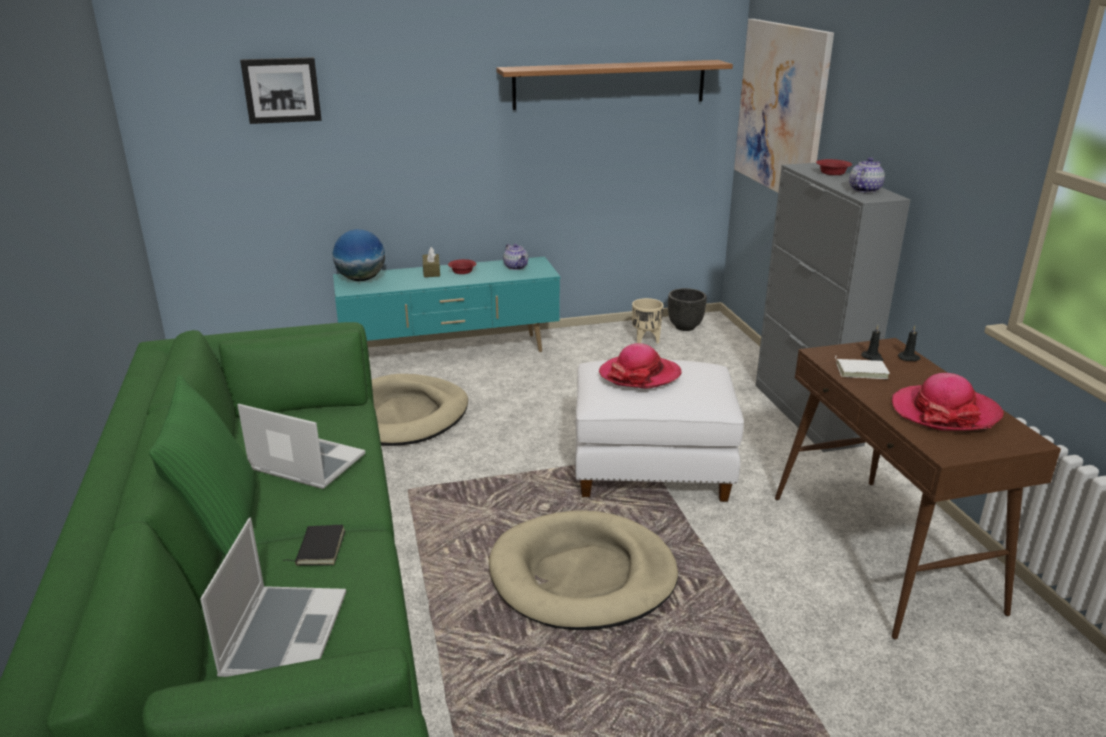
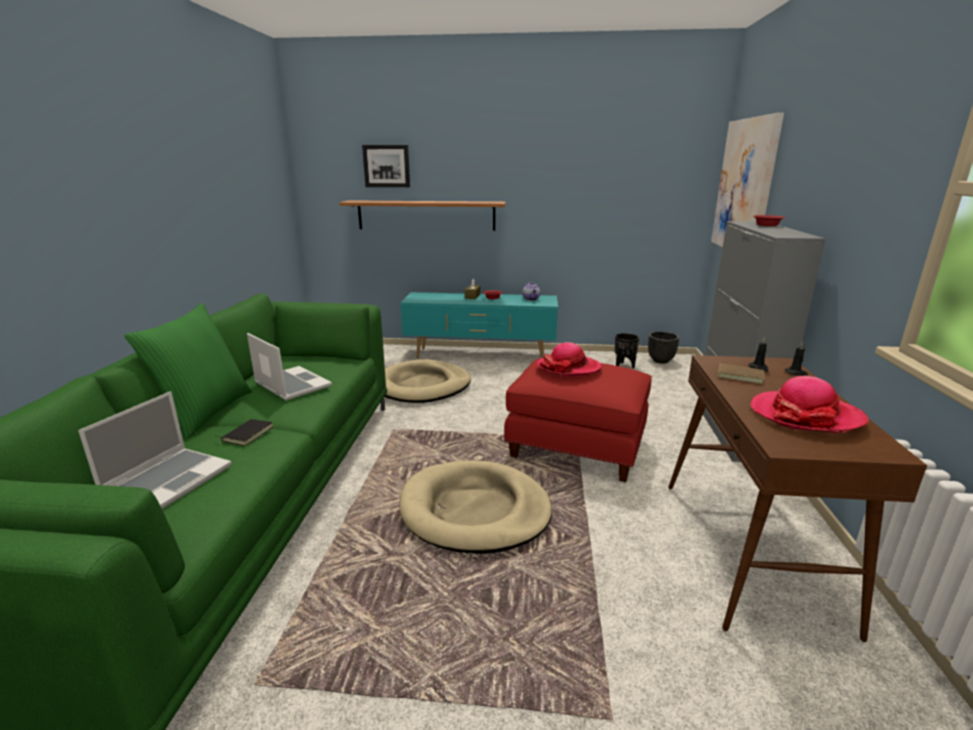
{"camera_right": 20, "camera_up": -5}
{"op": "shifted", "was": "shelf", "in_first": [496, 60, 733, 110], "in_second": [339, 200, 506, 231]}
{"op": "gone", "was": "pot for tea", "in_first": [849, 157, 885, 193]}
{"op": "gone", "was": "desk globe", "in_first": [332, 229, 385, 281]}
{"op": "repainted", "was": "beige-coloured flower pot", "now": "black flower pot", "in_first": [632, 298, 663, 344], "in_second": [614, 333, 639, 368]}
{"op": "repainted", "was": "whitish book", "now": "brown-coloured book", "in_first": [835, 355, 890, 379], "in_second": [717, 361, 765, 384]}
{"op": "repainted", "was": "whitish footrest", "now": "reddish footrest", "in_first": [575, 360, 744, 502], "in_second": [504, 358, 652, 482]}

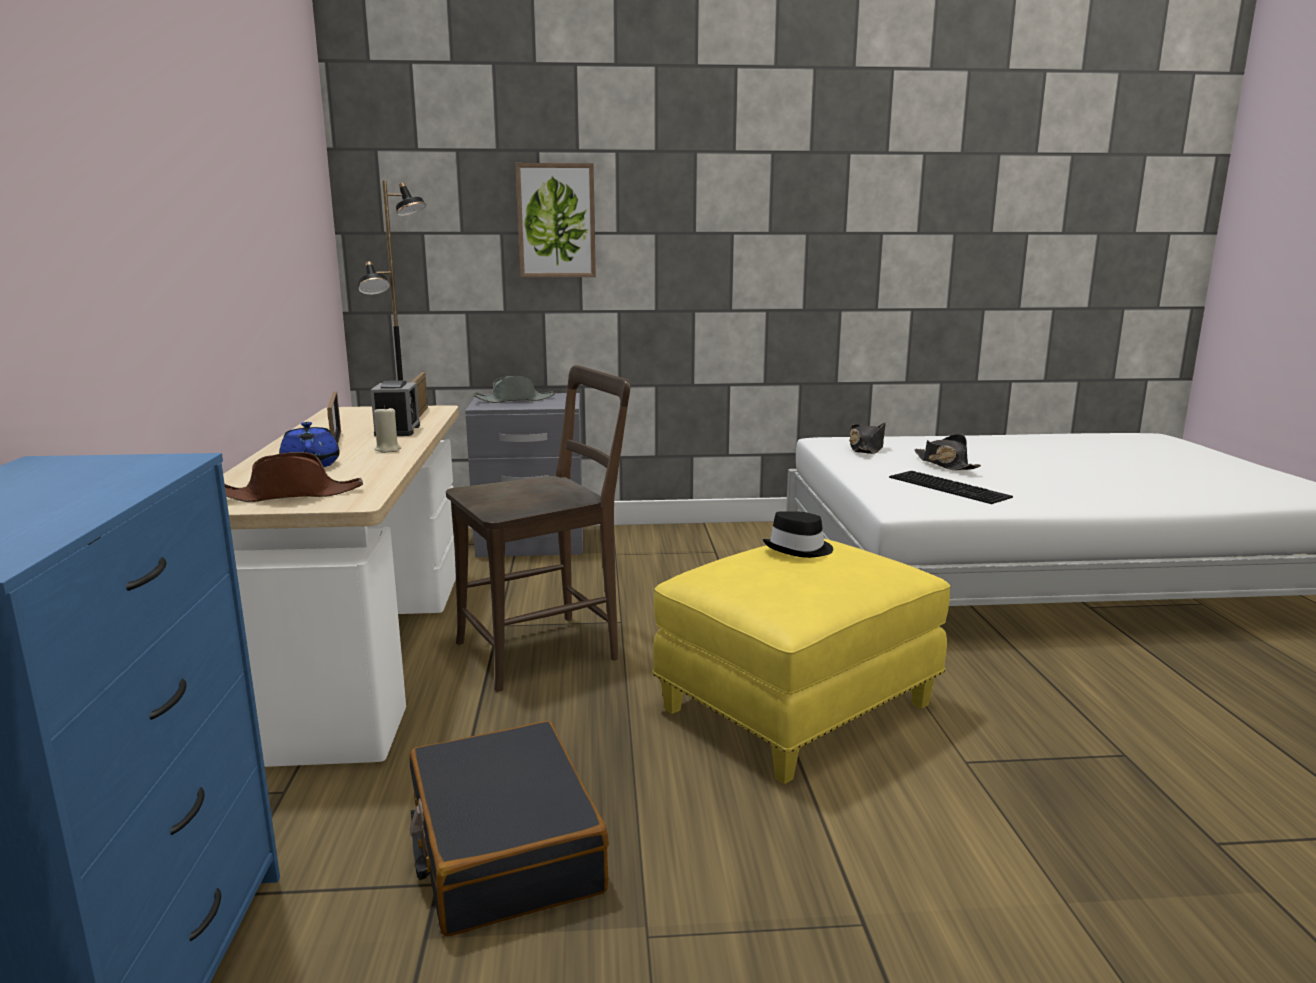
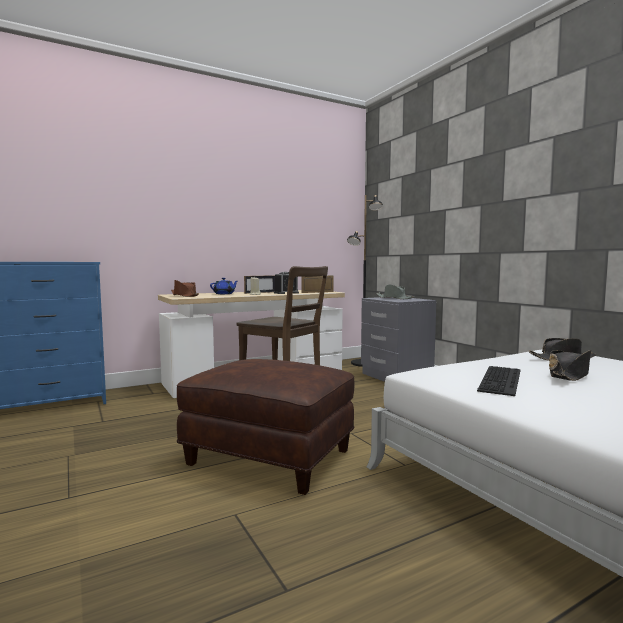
{"camera_right": 65, "camera_up": -10}
{"op": "gone", "was": "wall art", "in_first": [515, 163, 596, 277]}
{"op": "gone", "was": "black wearable hat", "in_first": [763, 511, 833, 558]}
{"op": "repainted", "was": "yellow footrest", "now": "brown-coloured footrest", "in_first": [653, 539, 950, 784], "in_second": [177, 359, 354, 495]}
{"op": "gone", "was": "black suitcase", "in_first": [410, 721, 609, 937]}

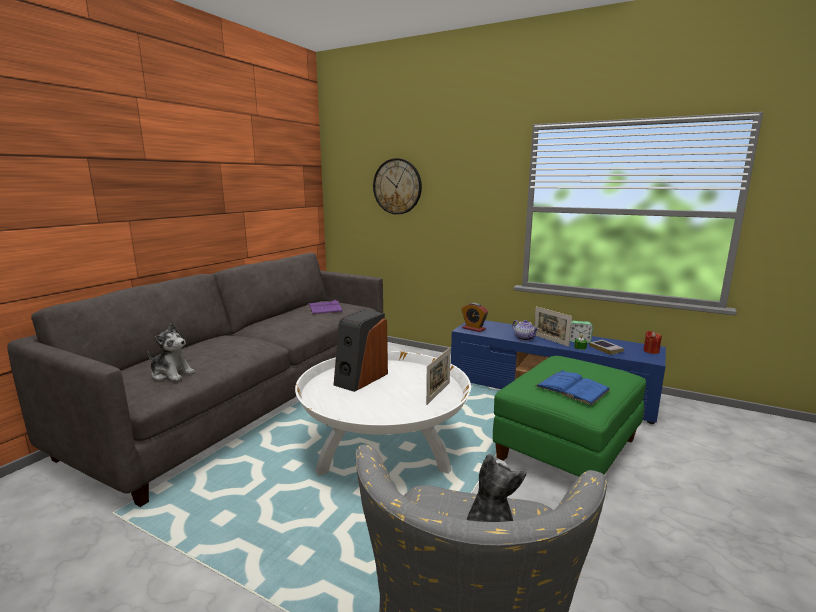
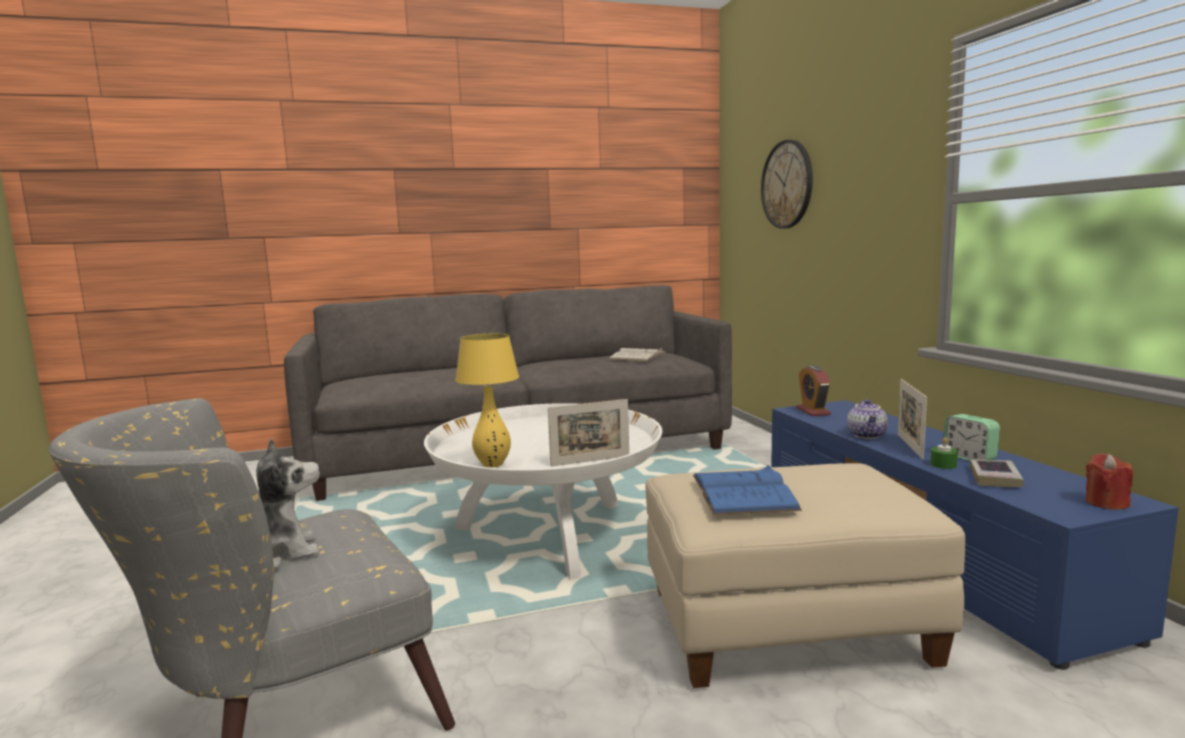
{"camera_right": 45, "camera_up": -5}
{"op": "repainted", "was": "purplish book", "now": "whitish book", "in_first": [308, 299, 343, 315], "in_second": [608, 347, 667, 362]}
{"op": "gone", "was": "speaker", "in_first": [334, 309, 388, 392]}
{"op": "gone", "was": "soft toy", "in_first": [148, 323, 195, 381]}
{"op": "repainted", "was": "green-coloured footrest", "now": "beige-coloured footrest", "in_first": [493, 356, 646, 476], "in_second": [646, 463, 966, 688]}
{"op": "new", "now": "yellow lamp for a table", "in_second": [455, 334, 519, 468]}

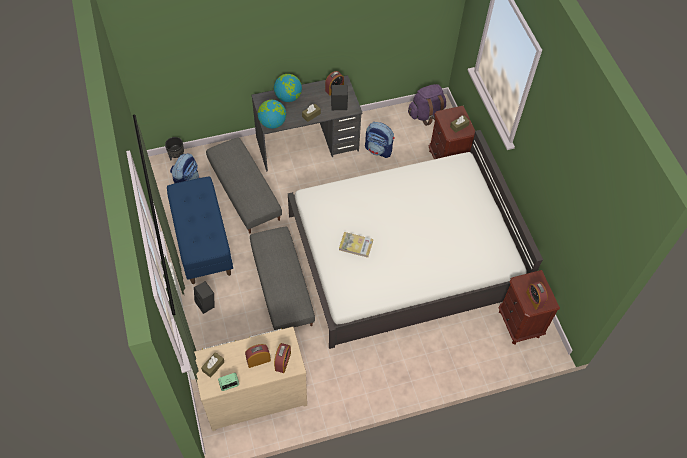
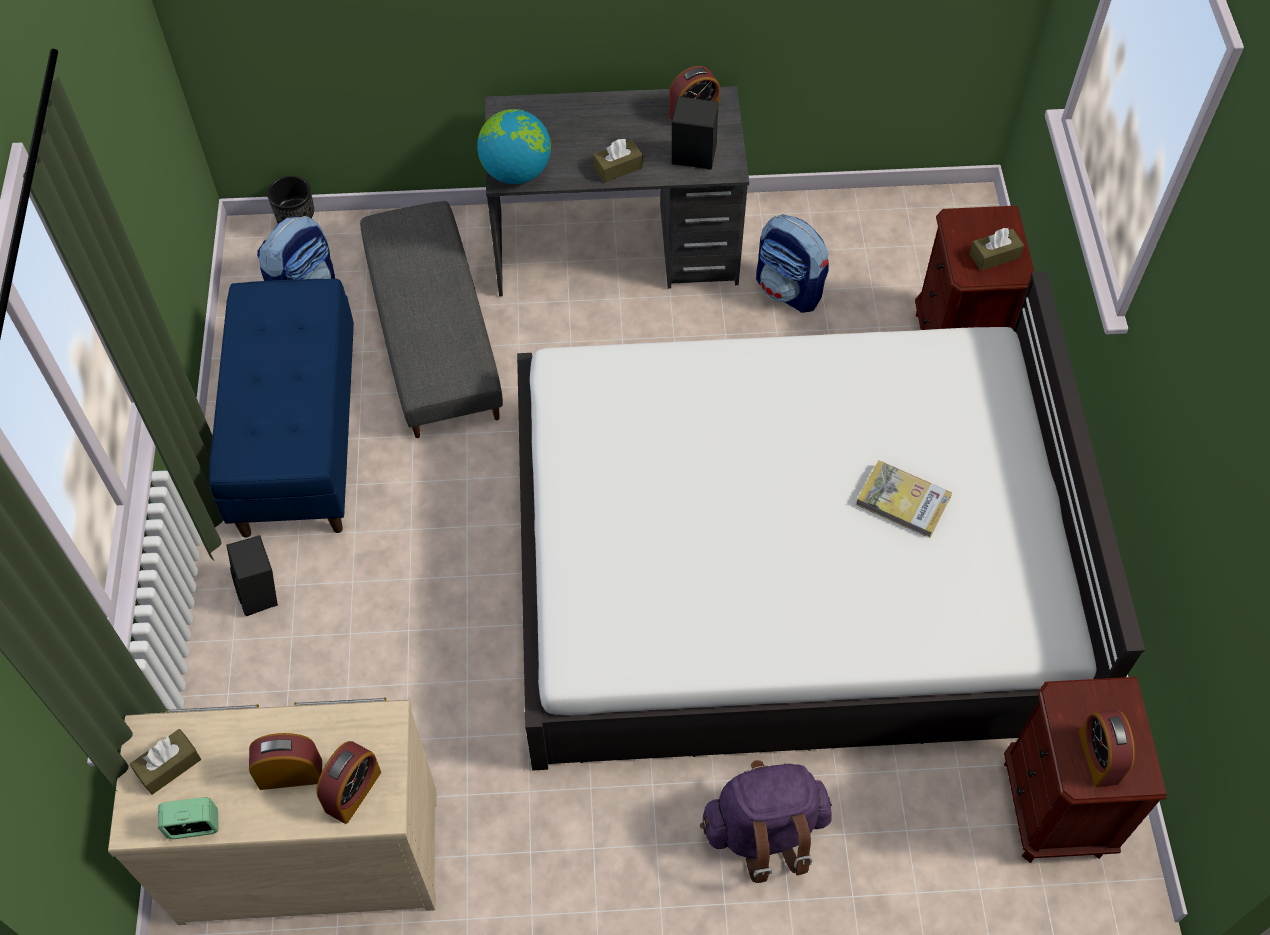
{"camera_right": 15, "camera_up": 0}
{"op": "gone", "was": "desk globe", "in_first": [274, 74, 302, 102]}
{"op": "shifted", "was": "purplish backpack", "in_first": [408, 84, 446, 126], "in_second": [700, 760, 832, 883]}
{"op": "gone", "was": "gray footrest", "in_first": [250, 226, 315, 330]}
{"op": "shifted", "was": "book", "in_first": [339, 232, 373, 258], "in_second": [856, 460, 952, 538]}

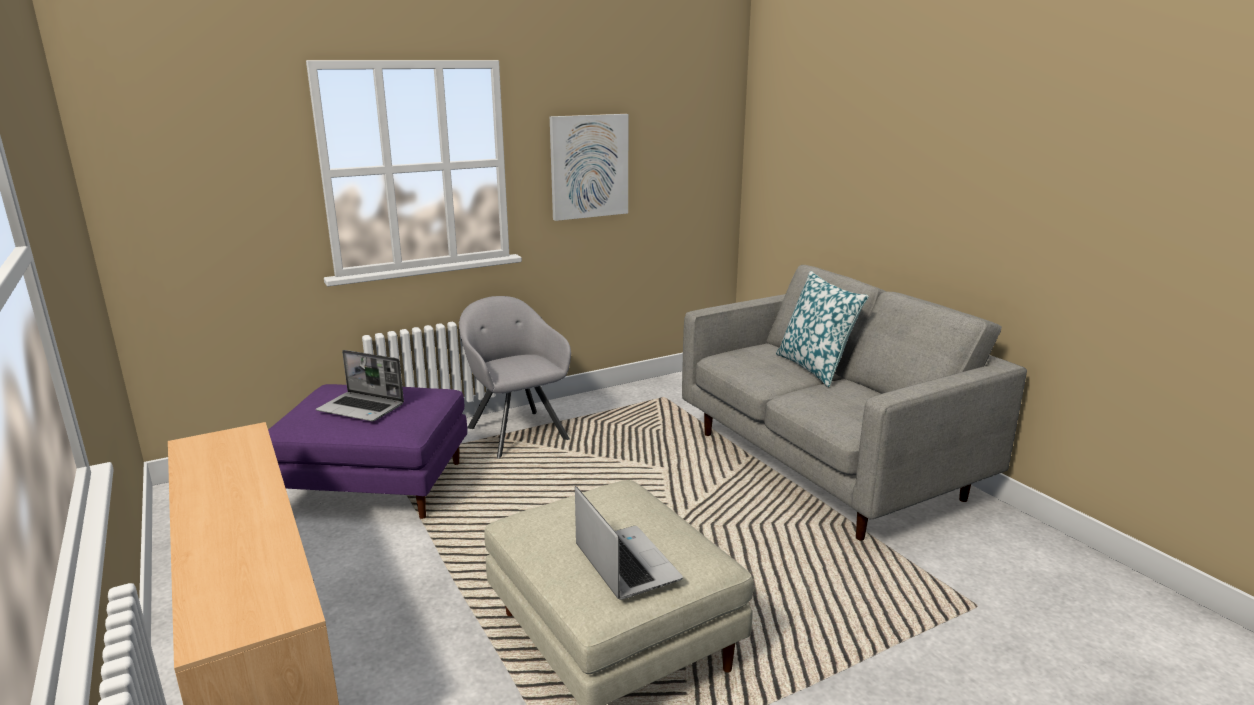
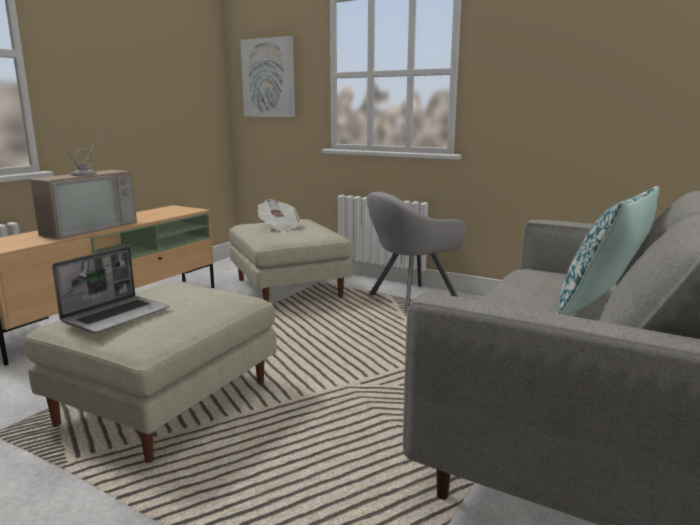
{"camera_right": 60, "camera_up": -5}
{"op": "shifted", "was": "wall art", "in_first": [550, 114, 628, 221], "in_second": [240, 36, 295, 117]}
{"op": "rotated", "was": "gray lounge chair", "in_first": [459, 296, 571, 458], "in_second": [367, 192, 466, 314], "clockwise": -150}
{"op": "swapped", "was": "notebook computer", "now": "daily paper", "in_first": [316, 350, 404, 421], "in_second": [257, 199, 301, 232]}
{"op": "repainted", "was": "purplish footrest", "now": "beige-coloured footrest", "in_first": [268, 384, 467, 519], "in_second": [229, 219, 352, 302]}
{"op": "new", "now": "television", "in_second": [30, 126, 137, 239]}

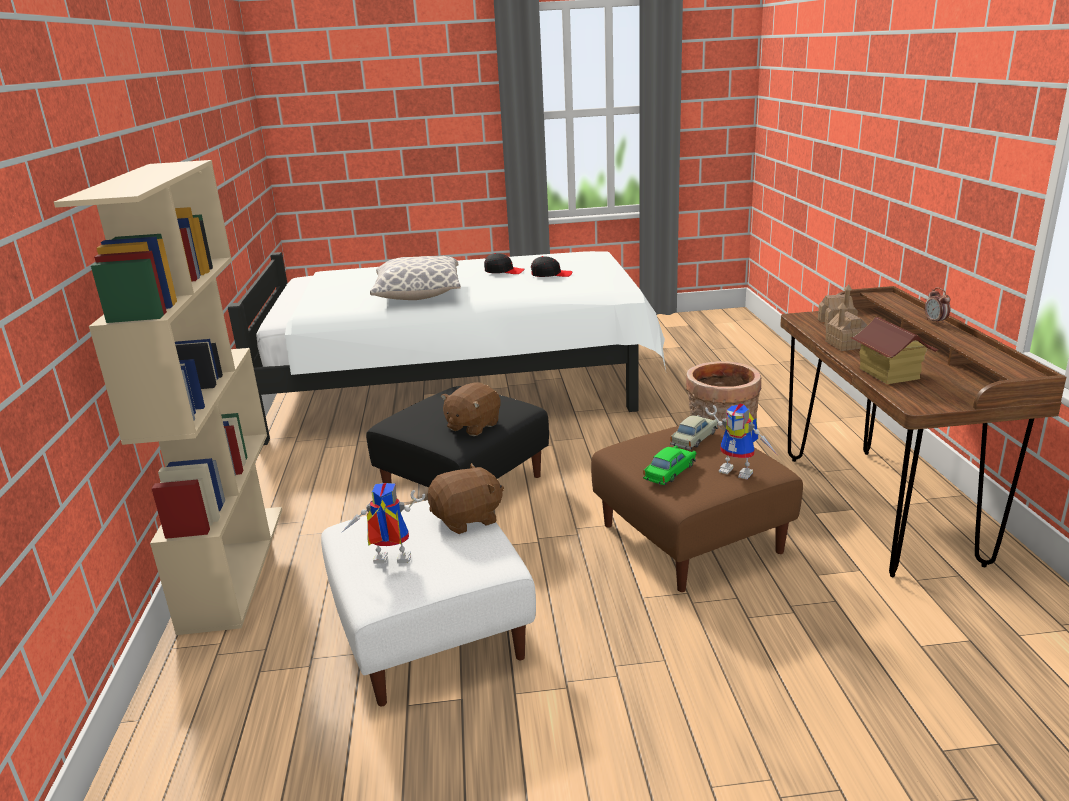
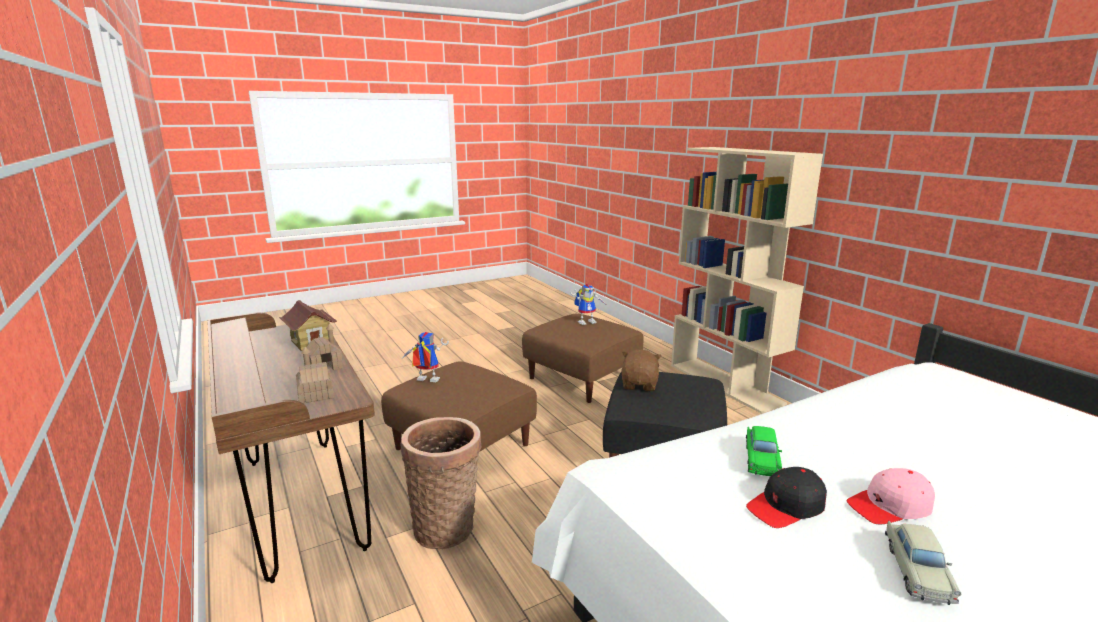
{"camera_right": 155, "camera_up": -5}
{"op": "repainted", "was": "black peaked cap", "now": "pink-coloured peaked cap", "in_first": [484, 253, 525, 274], "in_second": [847, 468, 935, 524]}
{"op": "gone", "was": "pillow", "in_first": [370, 256, 461, 300]}
{"op": "gone", "was": "alarm clock", "in_first": [925, 287, 950, 325]}
{"op": "shifted", "was": "beige-coloured model car", "in_first": [670, 415, 718, 450], "in_second": [885, 521, 961, 605]}
{"op": "shifted", "was": "green-coloured model car", "in_first": [643, 445, 697, 485], "in_second": [746, 426, 782, 476]}
{"op": "gone", "was": "brown-coloured soft toy", "in_first": [427, 463, 504, 534]}
{"op": "repainted", "was": "whitish footrest", "now": "brown-coloured footrest", "in_first": [321, 500, 536, 706], "in_second": [522, 314, 644, 403]}

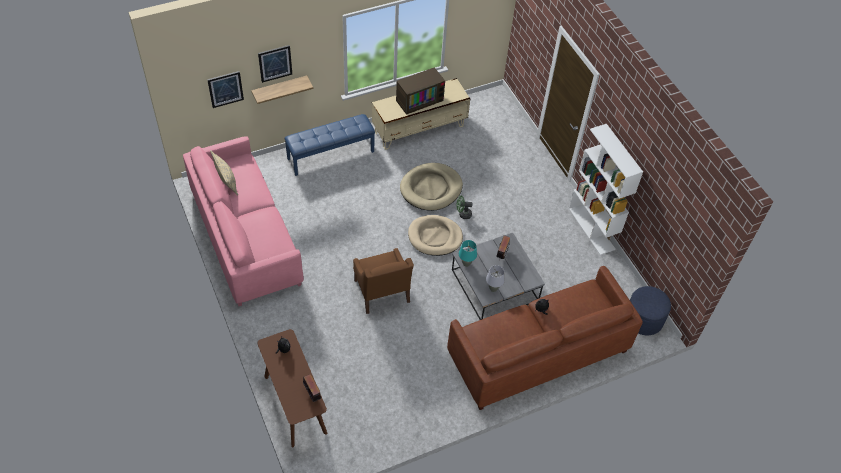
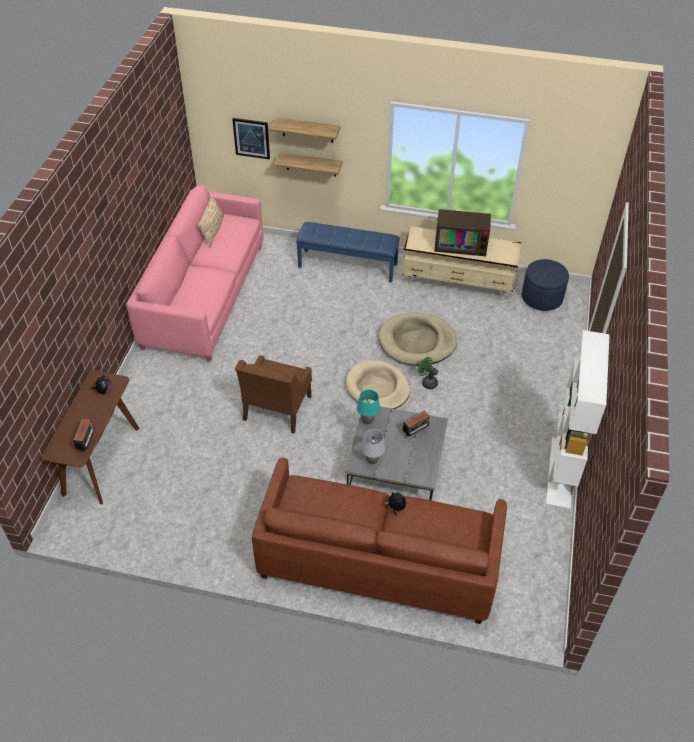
{"camera_right": 40, "camera_up": -5}
{"op": "swapped", "was": "wall art", "now": "shelf", "in_first": [258, 45, 292, 83], "in_second": [269, 117, 341, 143]}
{"op": "shifted", "was": "blue footrest", "in_first": [630, 286, 671, 335], "in_second": [522, 259, 569, 311]}

